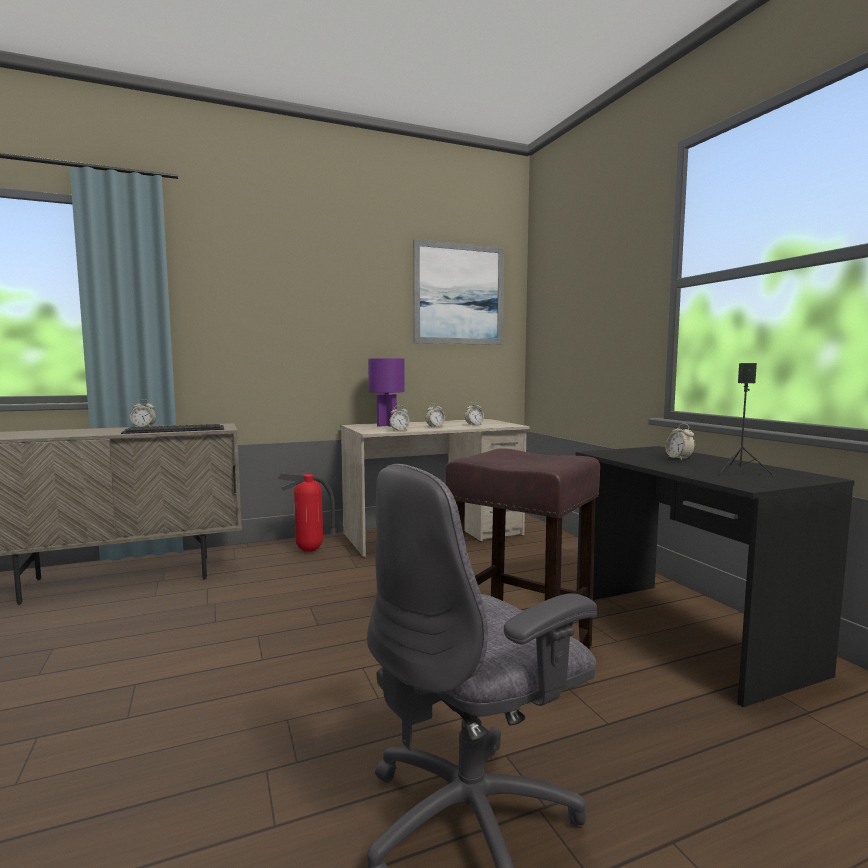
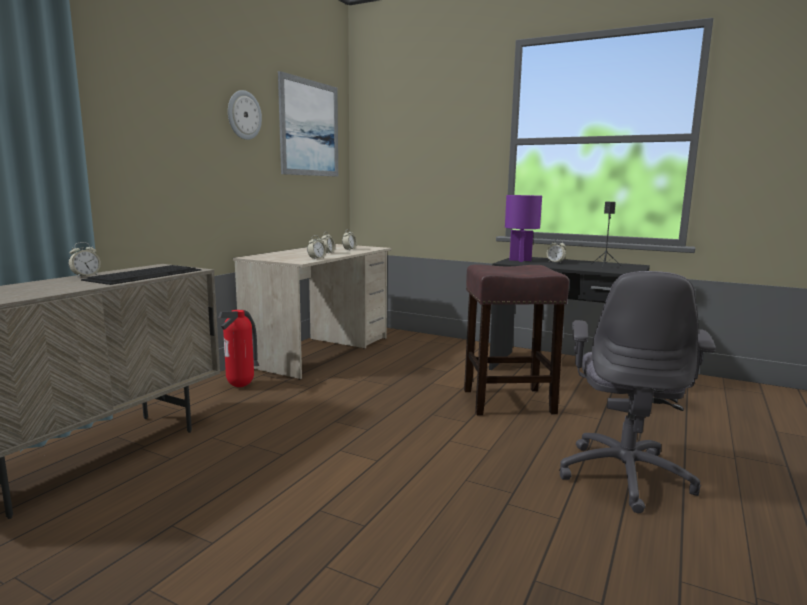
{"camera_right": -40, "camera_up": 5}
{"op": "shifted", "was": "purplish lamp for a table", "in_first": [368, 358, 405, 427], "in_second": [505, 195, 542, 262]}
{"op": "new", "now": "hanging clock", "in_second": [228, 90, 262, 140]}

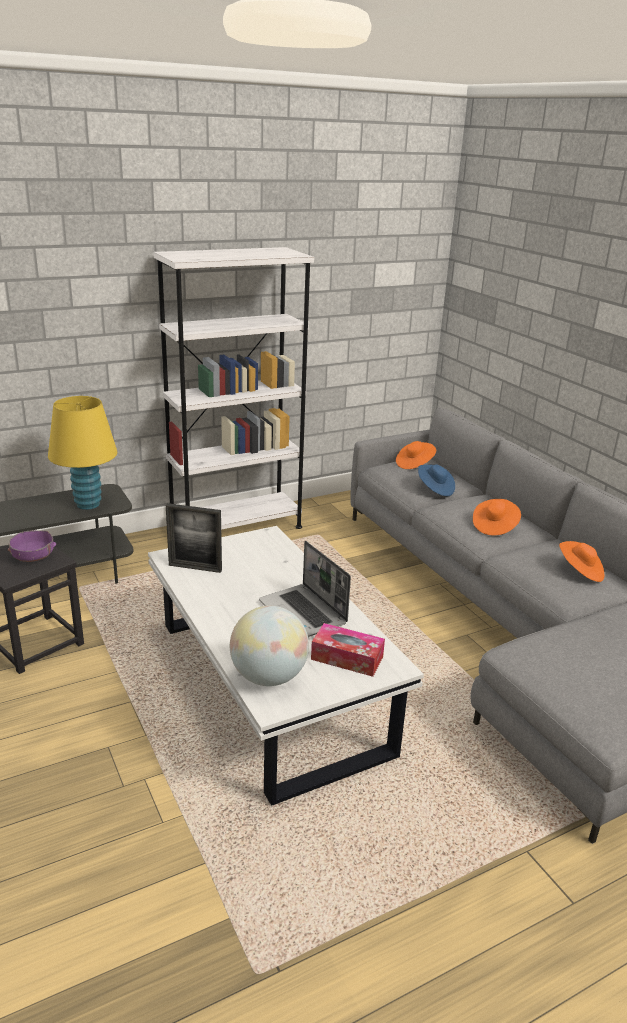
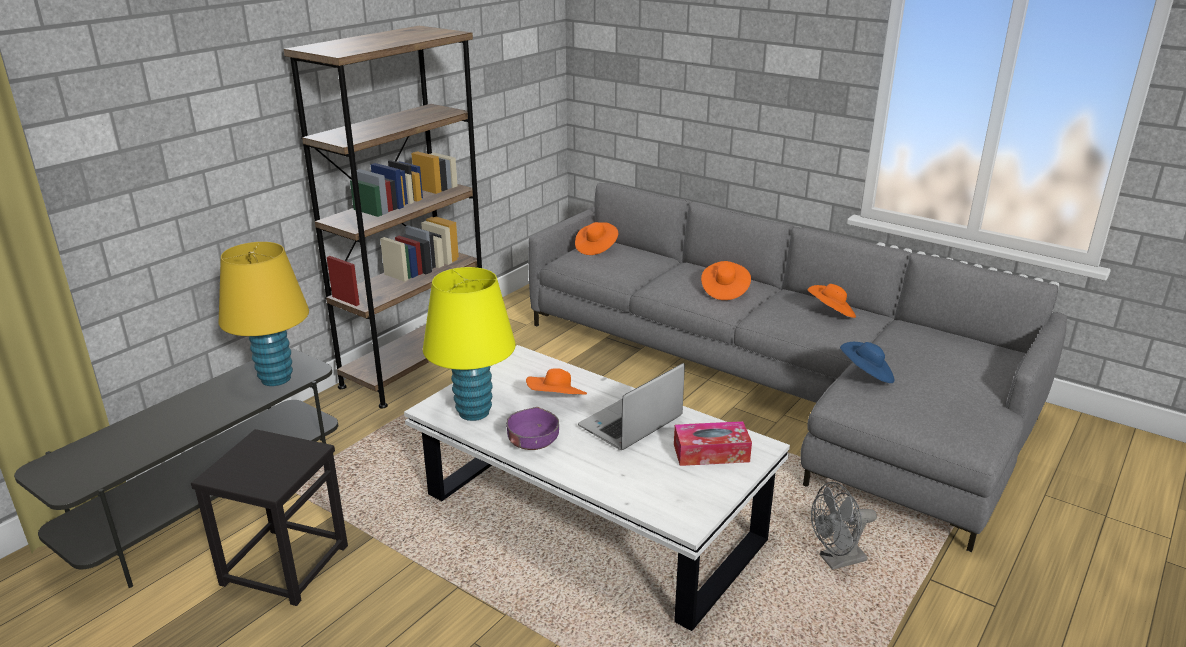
{"camera_right": -25, "camera_up": 0}
{"op": "repainted", "was": "whitish bookcase", "now": "brown-coloured bookcase", "in_first": [153, 247, 314, 530], "in_second": [284, 26, 482, 409]}
{"op": "shifted", "was": "blue wearable hat", "in_first": [418, 464, 455, 496], "in_second": [840, 342, 894, 383]}
{"op": "swapped", "was": "picture frame", "now": "yellow lamp for a table", "in_first": [166, 503, 222, 573], "in_second": [423, 267, 516, 421]}
{"op": "shifted", "was": "purplish bowl", "in_first": [8, 530, 56, 562], "in_second": [506, 407, 559, 450]}
{"op": "rotated", "was": "notebook computer", "in_first": [259, 541, 351, 637], "in_second": [578, 363, 685, 450], "clockwise": 105}
{"op": "gone", "was": "desk globe", "in_first": [230, 606, 309, 686]}
{"op": "new", "now": "orange-coloured wearable hat", "in_second": [526, 368, 587, 395]}
{"op": "new", "now": "gray fan", "in_second": [811, 482, 877, 570]}

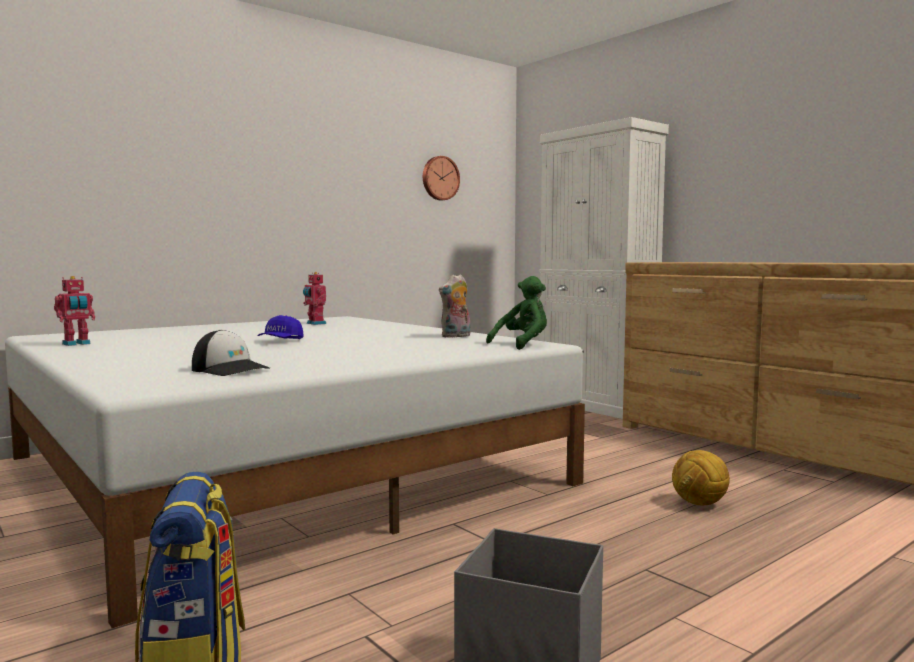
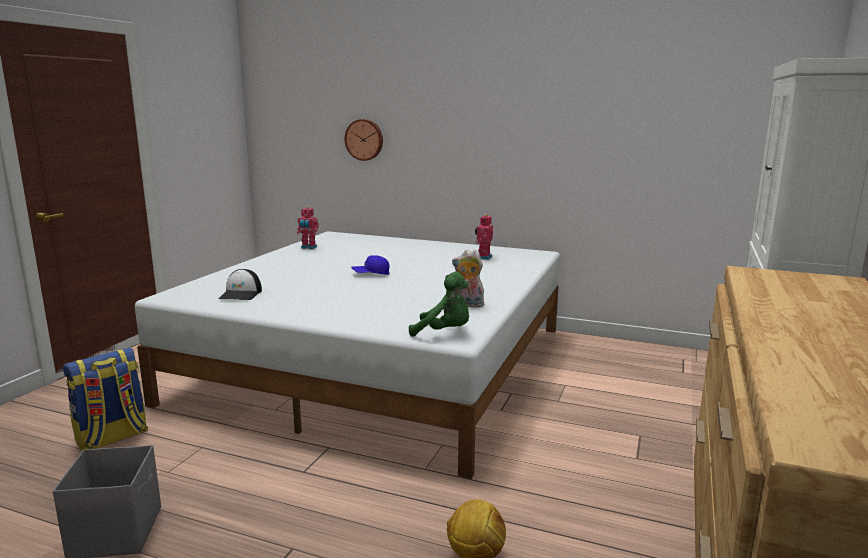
{"camera_right": 60, "camera_up": 10}
{"op": "shifted", "was": "hanging clock", "in_first": [423, 156, 460, 200], "in_second": [344, 119, 383, 161]}

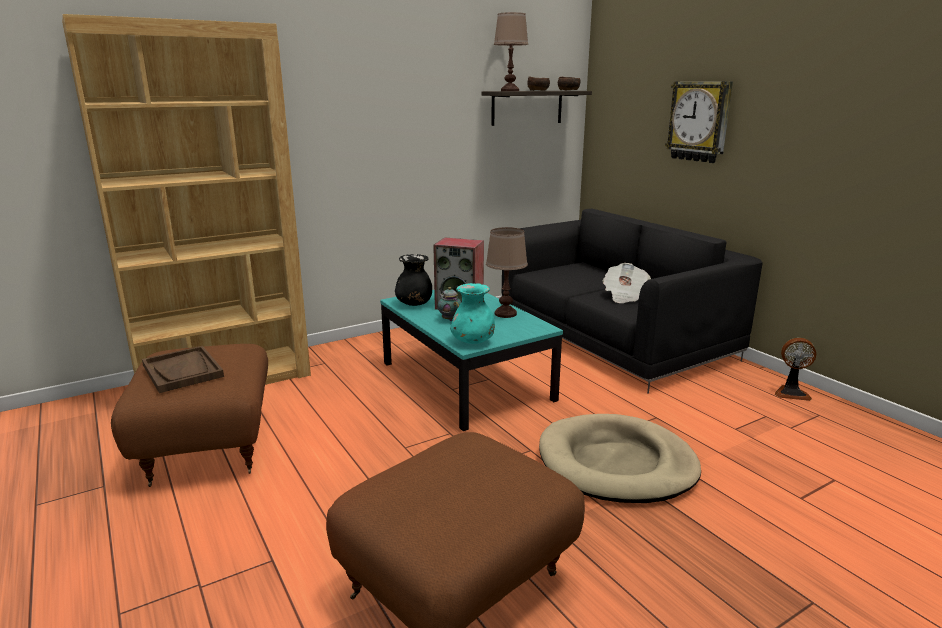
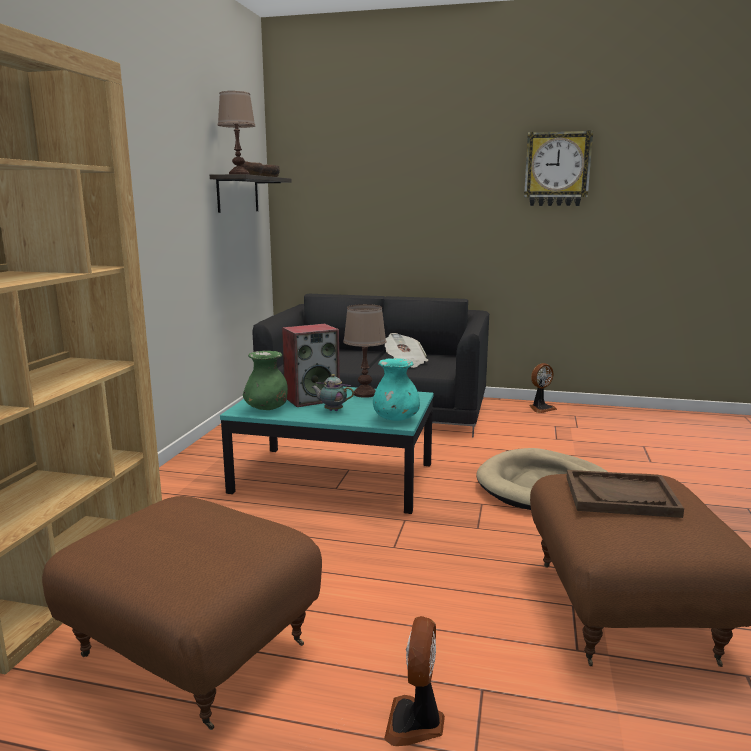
{"camera_right": -45, "camera_up": -5}
{"op": "shifted", "was": "hanging clock", "in_first": [665, 82, 733, 163], "in_second": [524, 131, 593, 206]}
{"op": "repainted", "was": "black decorative vase", "now": "green-coloured decorative vase", "in_first": [395, 254, 432, 306], "in_second": [243, 351, 288, 410]}
{"op": "shifted", "was": "brown-coloured serving tray", "in_first": [142, 346, 224, 393], "in_second": [566, 470, 684, 518]}
{"op": "new", "now": "fan", "in_second": [384, 616, 445, 746]}

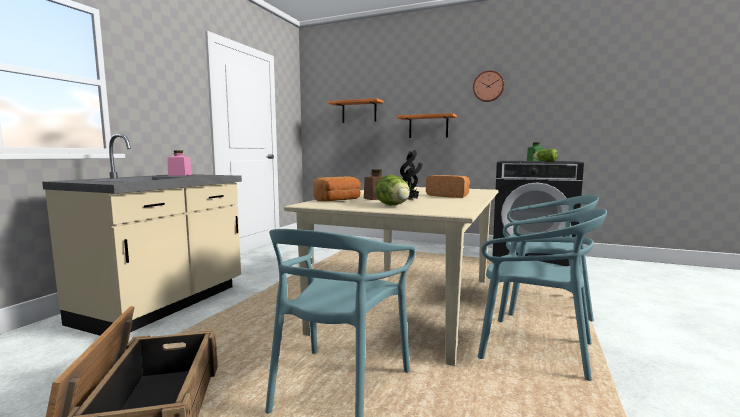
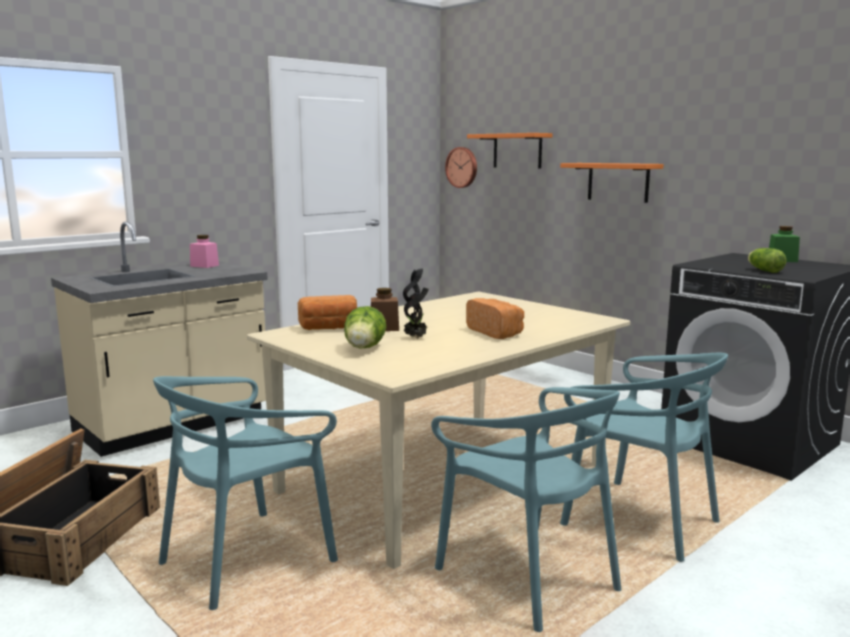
{"camera_right": 25, "camera_up": 5}
{"op": "shifted", "was": "hanging clock", "in_first": [473, 70, 504, 102], "in_second": [445, 147, 477, 188]}

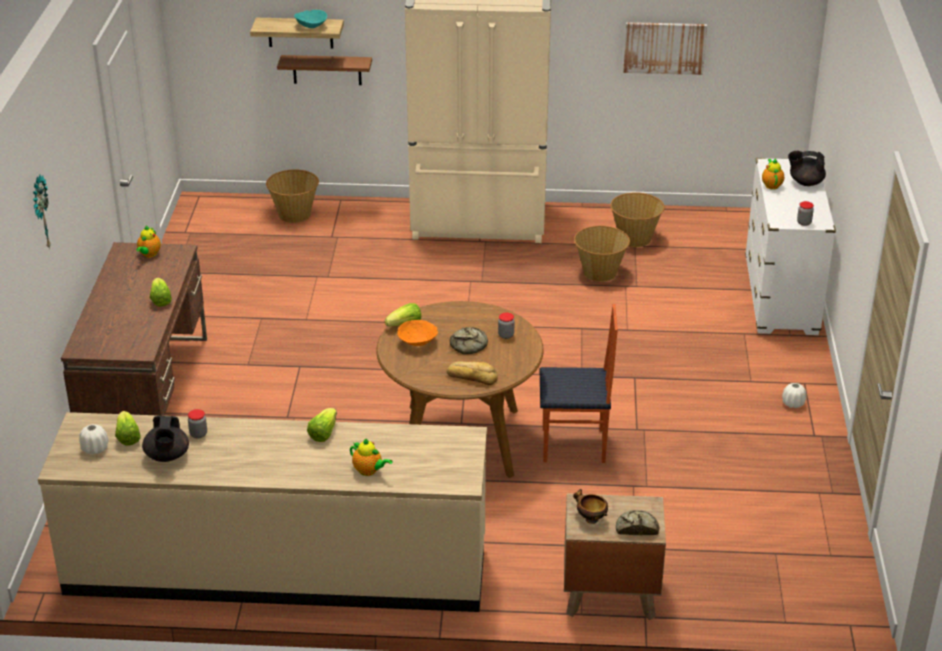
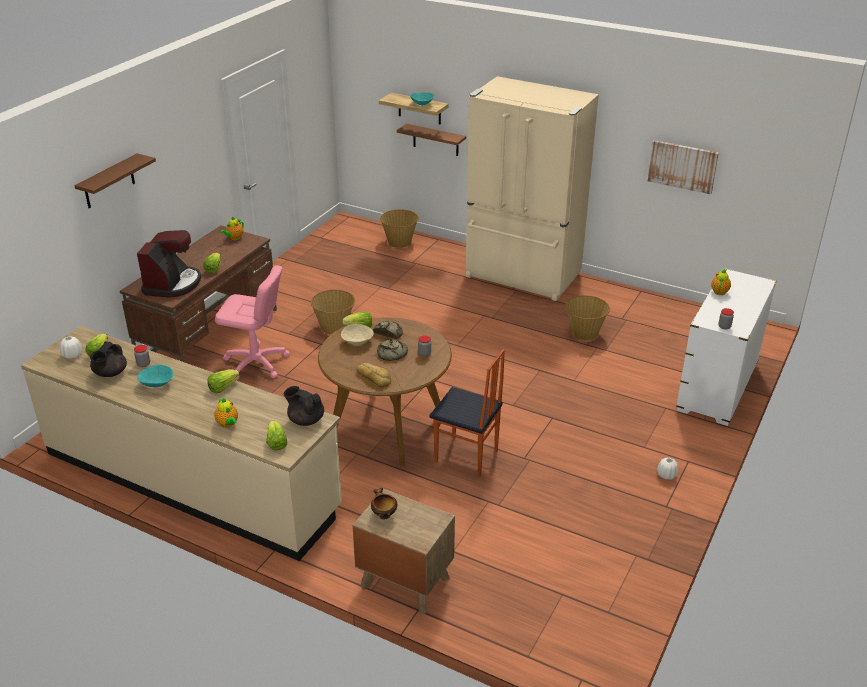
{"camera_right": 25, "camera_up": 0}
{"op": "shifted", "was": "black pot for tea", "in_first": [788, 151, 826, 186], "in_second": [284, 386, 324, 426]}
{"op": "swapped", "was": "hanging clock", "now": "brown-coloured shelf", "in_first": [33, 175, 51, 249], "in_second": [74, 153, 156, 208]}
{"op": "shifted", "was": "household basket", "in_first": [610, 192, 665, 247], "in_second": [311, 289, 355, 335]}
{"op": "repainted", "was": "orange-coloured bowl", "now": "beige-coloured bowl", "in_first": [397, 320, 438, 346], "in_second": [341, 324, 374, 345]}
{"op": "shifted", "was": "bread", "in_first": [616, 510, 660, 535], "in_second": [373, 321, 403, 339]}
{"op": "new", "now": "coffee brewer", "in_second": [137, 230, 201, 298]}
{"op": "new", "now": "pink-coloured office chair", "in_second": [215, 265, 290, 380]}
{"op": "new", "now": "blue-green bowl", "in_second": [137, 364, 174, 387]}
{"op": "new", "now": "lettuce", "in_second": [266, 421, 287, 450]}

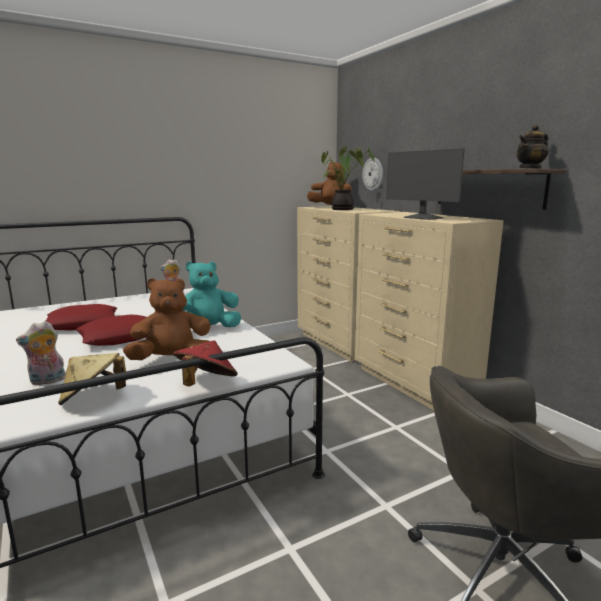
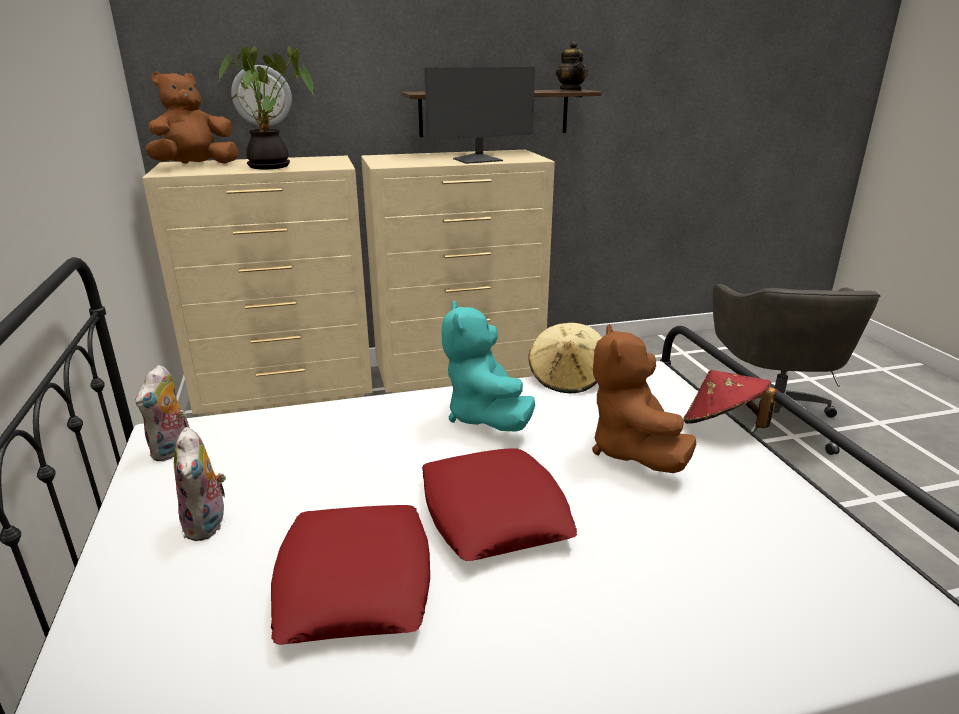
{"camera_right": -75, "camera_up": 10}
{"op": "shifted", "was": "soft toy", "in_first": [16, 321, 66, 385], "in_second": [174, 427, 228, 541]}
{"op": "shifted", "was": "beige-coloured wearable hat", "in_first": [58, 353, 126, 405], "in_second": [528, 323, 602, 393]}

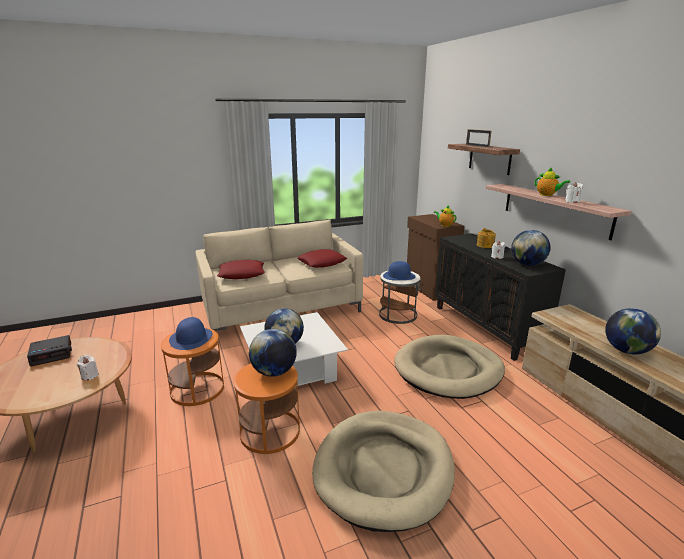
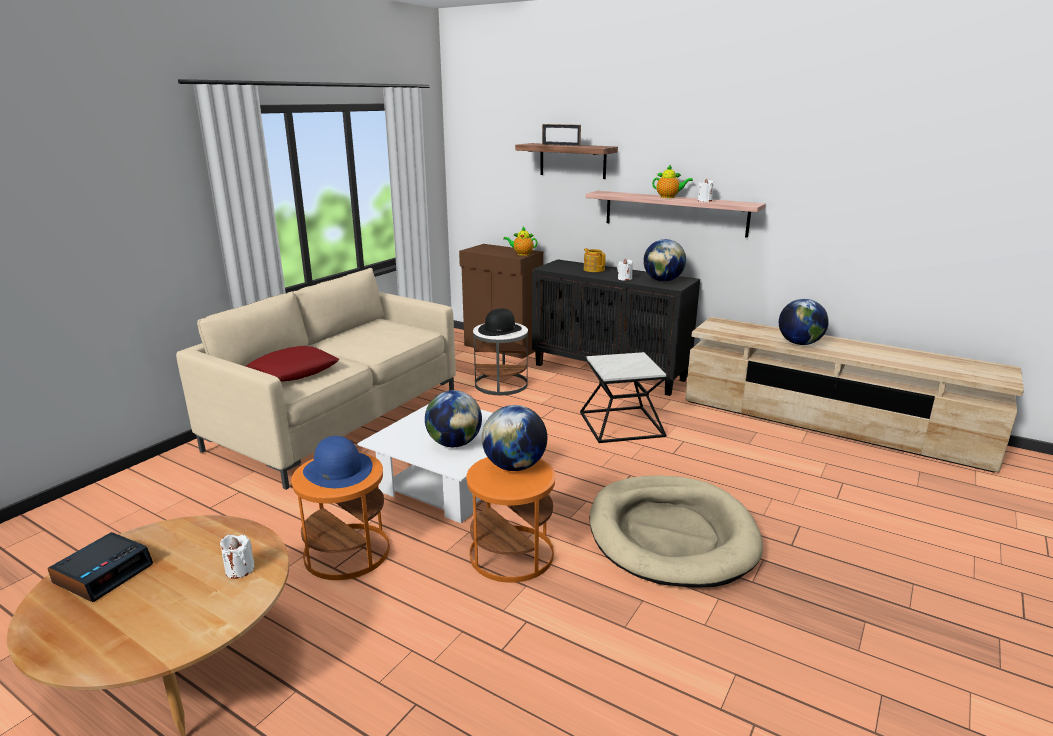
{"camera_right": -35, "camera_up": 0}
{"op": "gone", "was": "reddish pillow", "in_first": [297, 249, 347, 268]}
{"op": "repainted", "was": "blue wearable hat", "now": "black wearable hat", "in_first": [383, 261, 416, 280], "in_second": [478, 309, 522, 336]}
{"op": "swapped", "was": "beige-coloured pet bed", "now": "side table", "in_first": [394, 335, 505, 399], "in_second": [580, 352, 666, 443]}

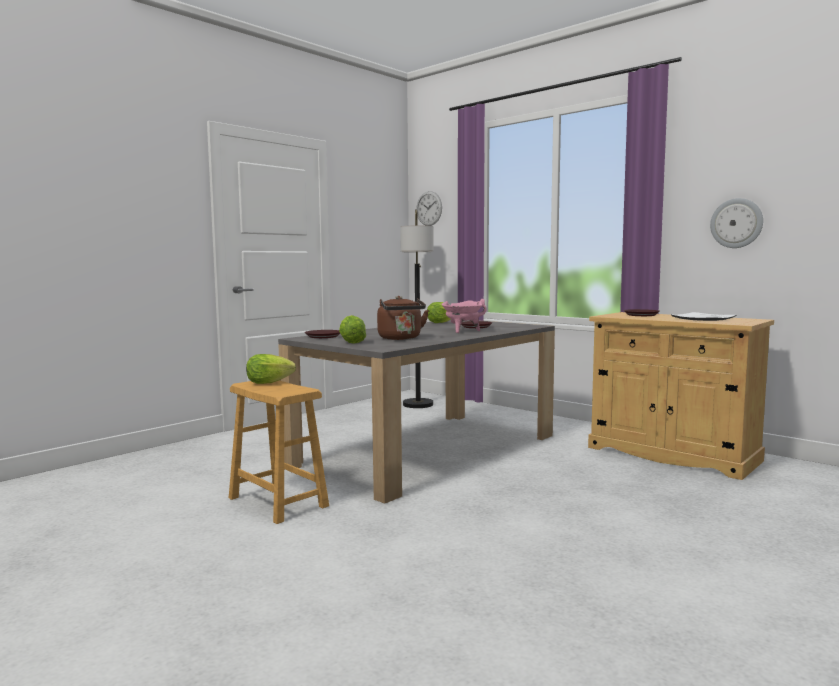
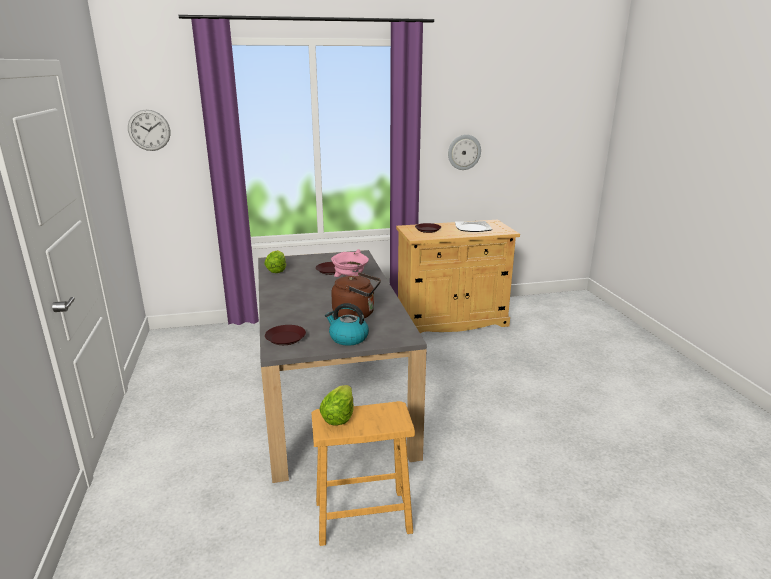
{"camera_right": -55, "camera_up": 15}
{"op": "gone", "was": "standard lamp", "in_first": [400, 209, 434, 408]}
{"op": "swapped", "was": "lettuce", "now": "water kettle", "in_first": [339, 315, 366, 344], "in_second": [325, 303, 369, 346]}

